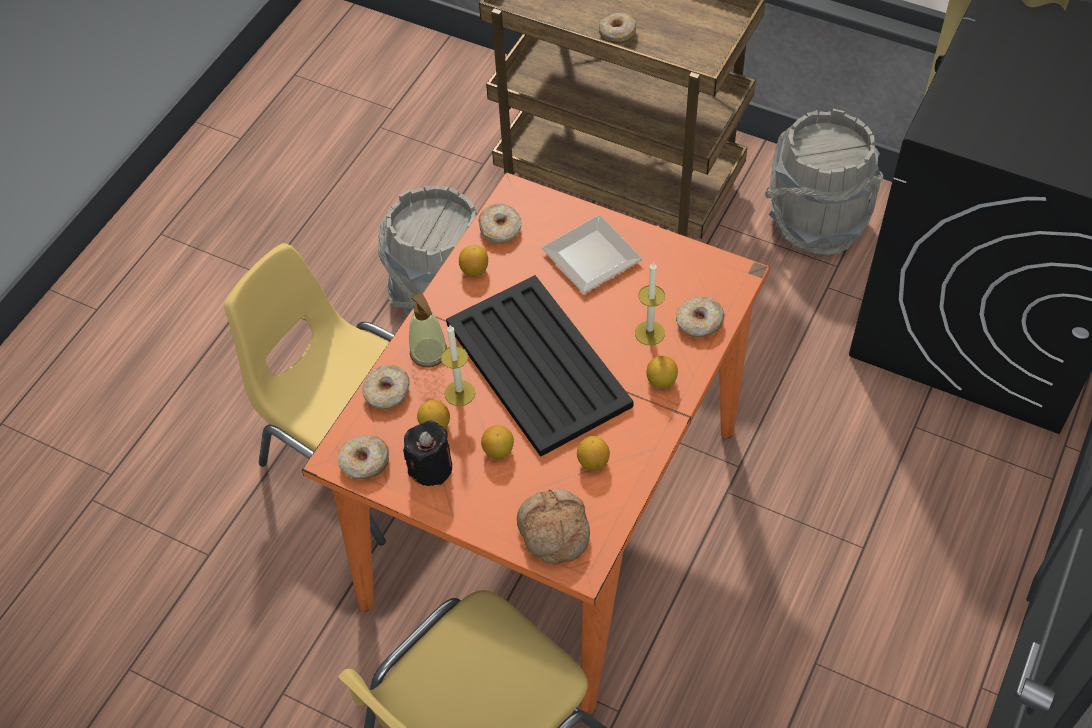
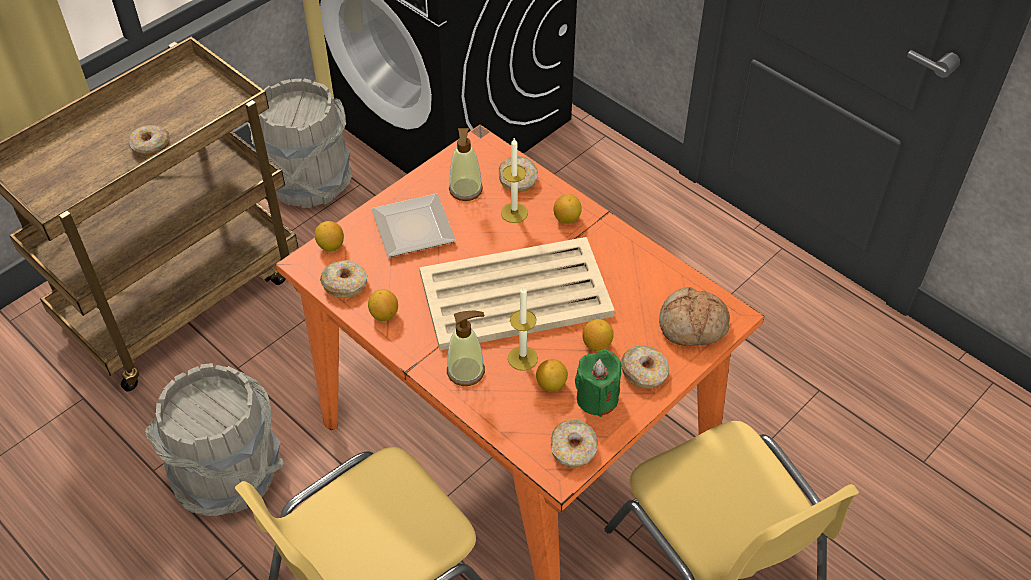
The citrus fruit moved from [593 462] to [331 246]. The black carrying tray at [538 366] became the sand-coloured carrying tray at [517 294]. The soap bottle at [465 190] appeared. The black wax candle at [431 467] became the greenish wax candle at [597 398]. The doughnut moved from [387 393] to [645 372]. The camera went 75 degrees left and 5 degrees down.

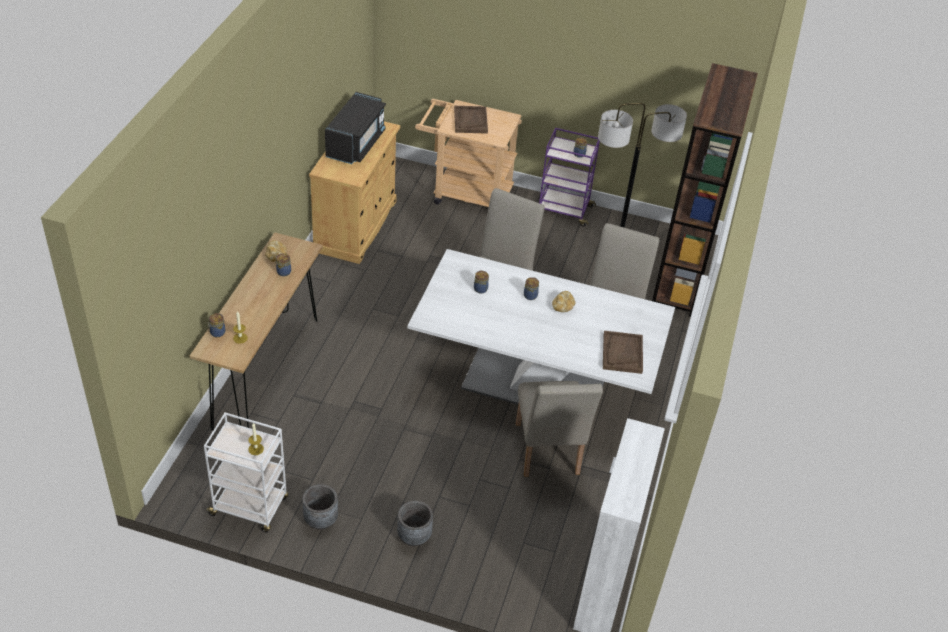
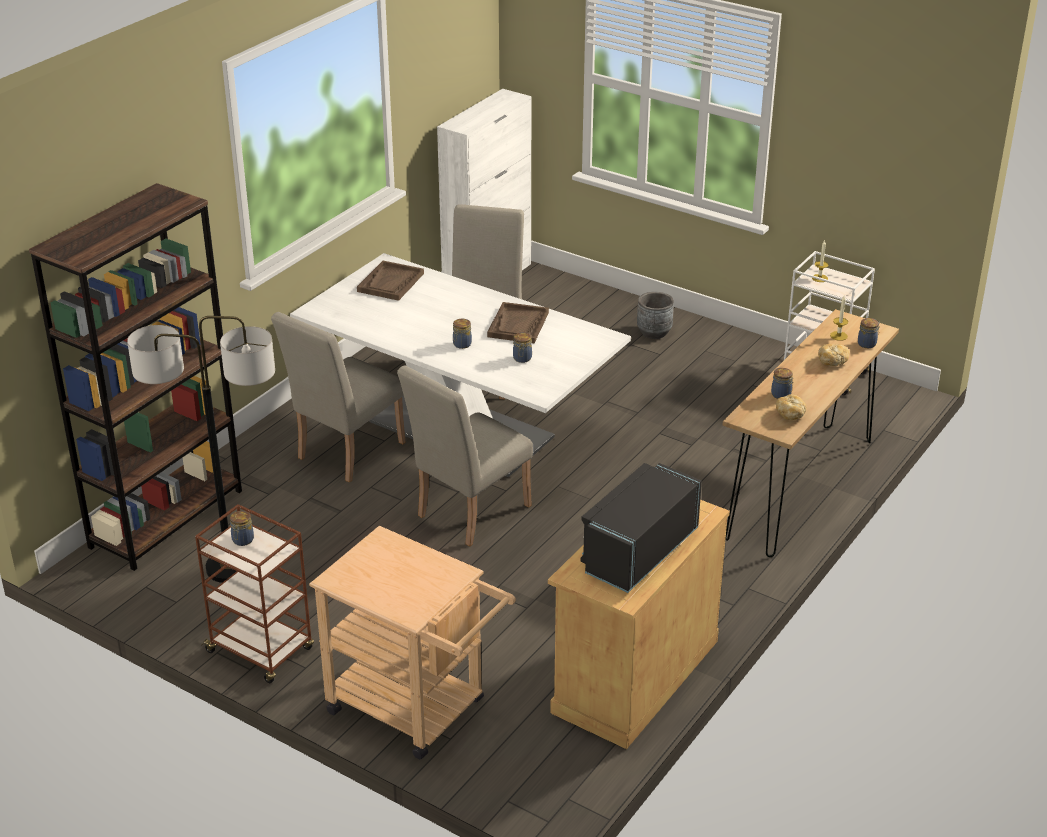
The purplish trolley at [563 210] became the brown trolley at [261 651]. The brown carrying tray moved from [470 121] to [518 325]. The baked bread moved from [562 307] to [832 361]. The greyish plant pot at [321 519] disappeared. The camera went 160 degrees left and 10 degrees down.

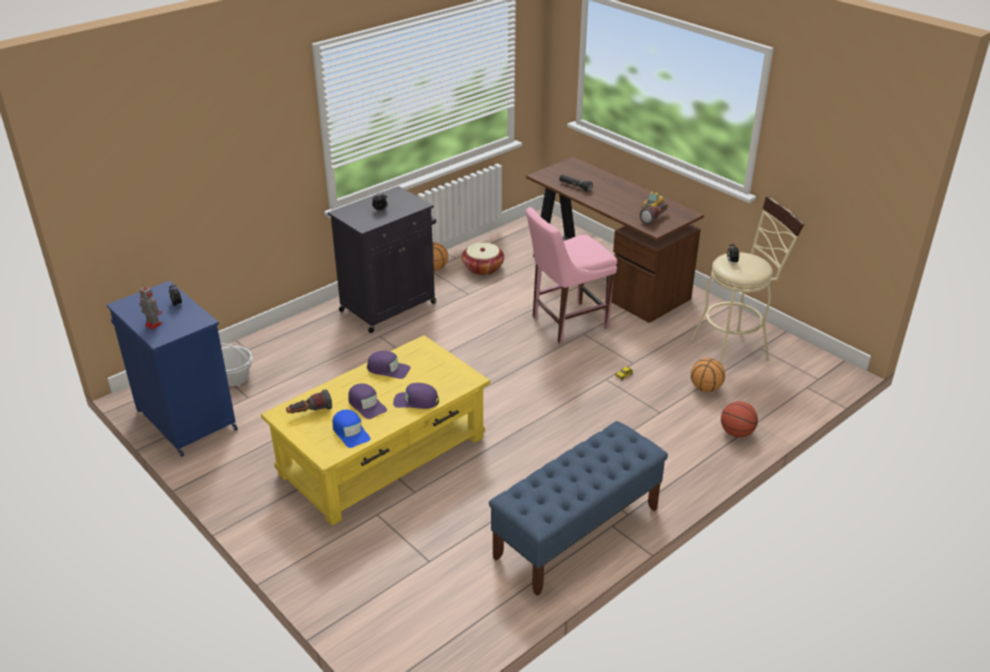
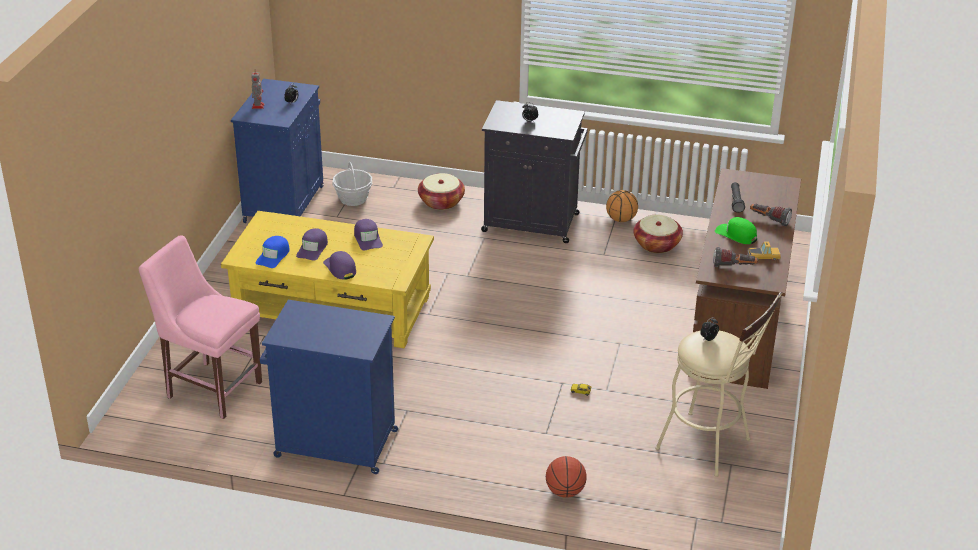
The pink-coloured plain chair moved from [566 323] to [211 388]. The blue indoor bench at [576 533] was replaced by the blue storage cabinet at [333 443]. The storage basket at [441 202] appeared. The greenish cap at [736 235] appeared. The flashlight moved from [310 412] to [769 220]. The basketball ball at [706 388] disappeared. The camera went 55 degrees right and 0 degrees up.

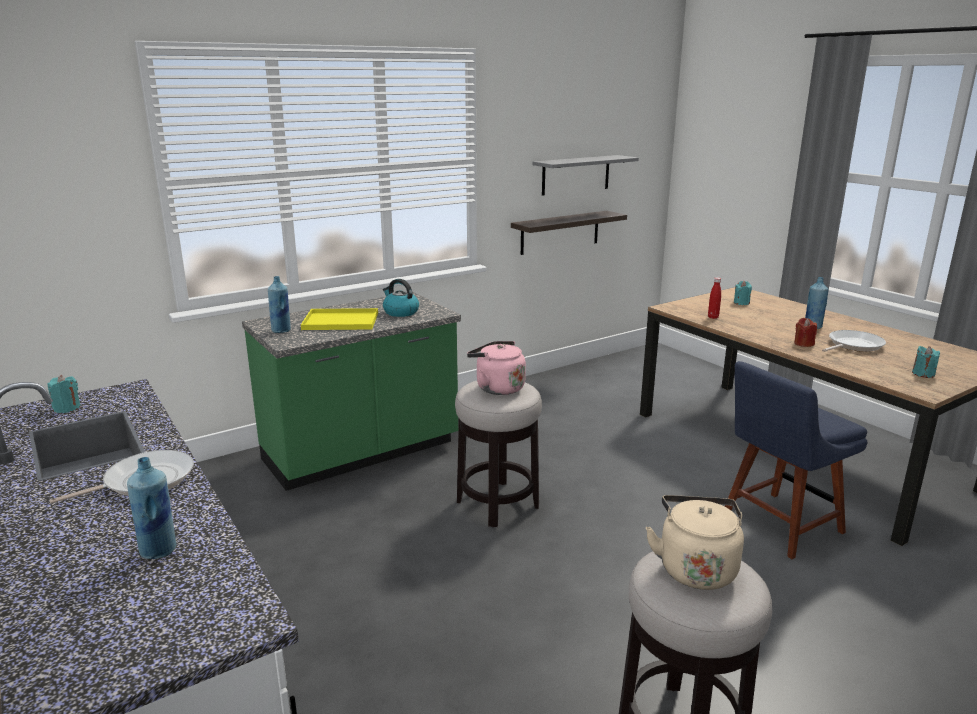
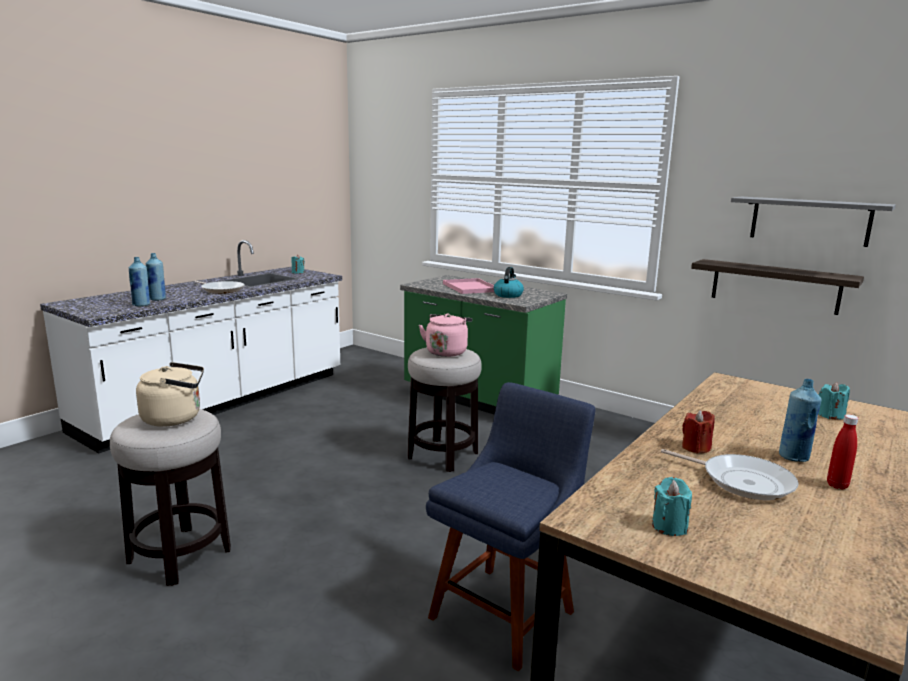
The blue bottle moved from [281 331] to [141 305]. The blue plain chair at [777 526] turned 90 degrees clockwise. The yellowish carrying tray at [342 321] became the pink-coloured carrying tray at [471 287]. The reddish bottle moved from [713 317] to [837 485]. The camera went 70 degrees right and 5 degrees down.

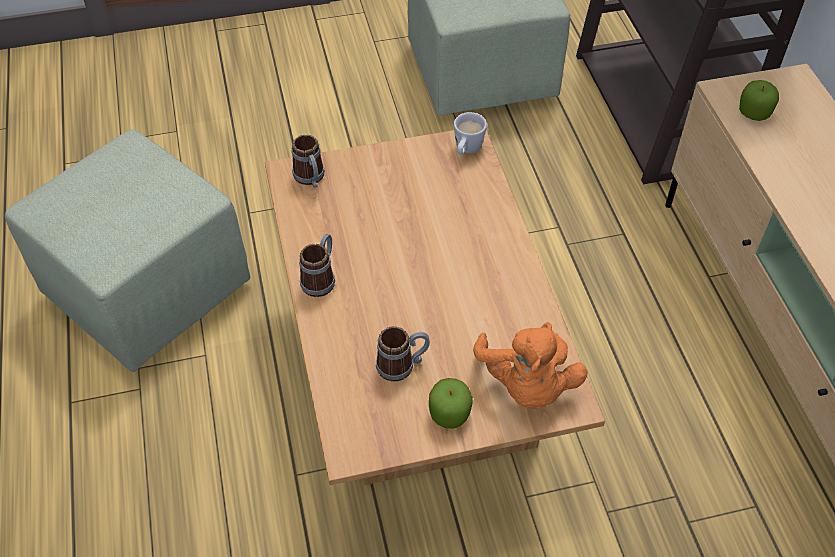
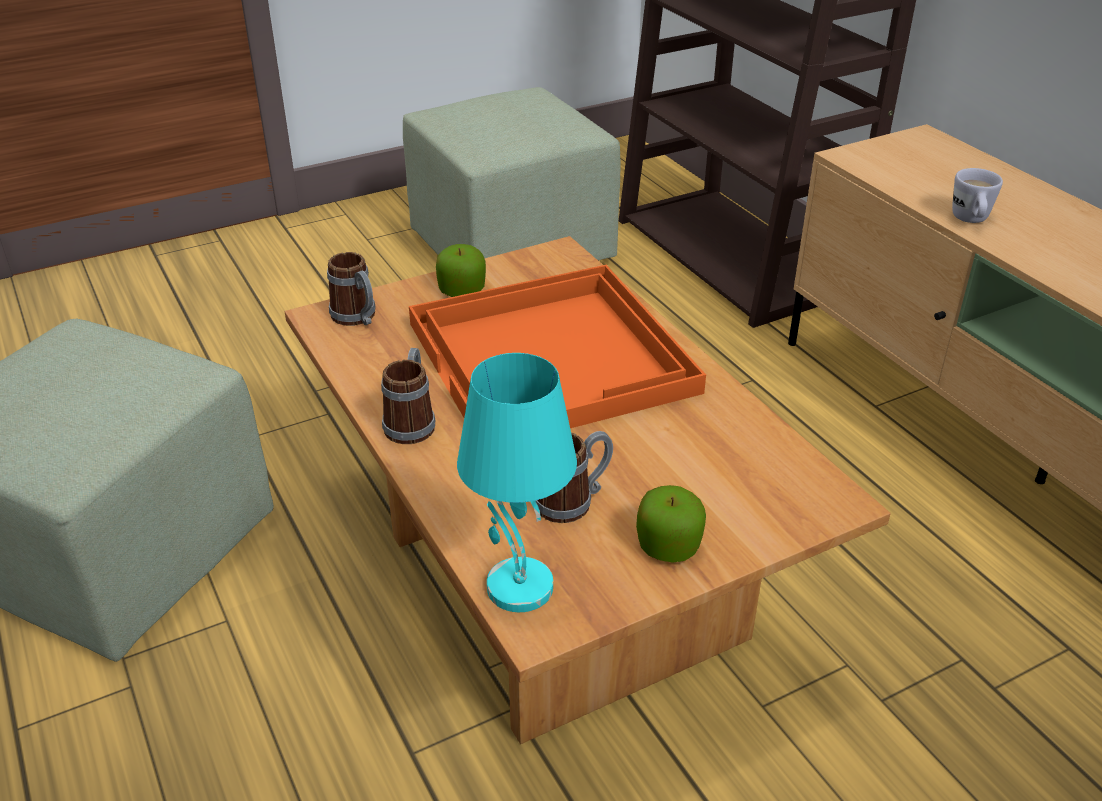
The orange-coloured carrying tray at [554 358] appeared. The apple fruit moved from [754 112] to [462 291]. The blue-green table lamp at [517 587] appeared. The whitish mug moved from [466 150] to [970 221]. The orange-coloured cuddly toy at [526 385] disappeared. The camera went 15 degrees left and 15 degrees down.

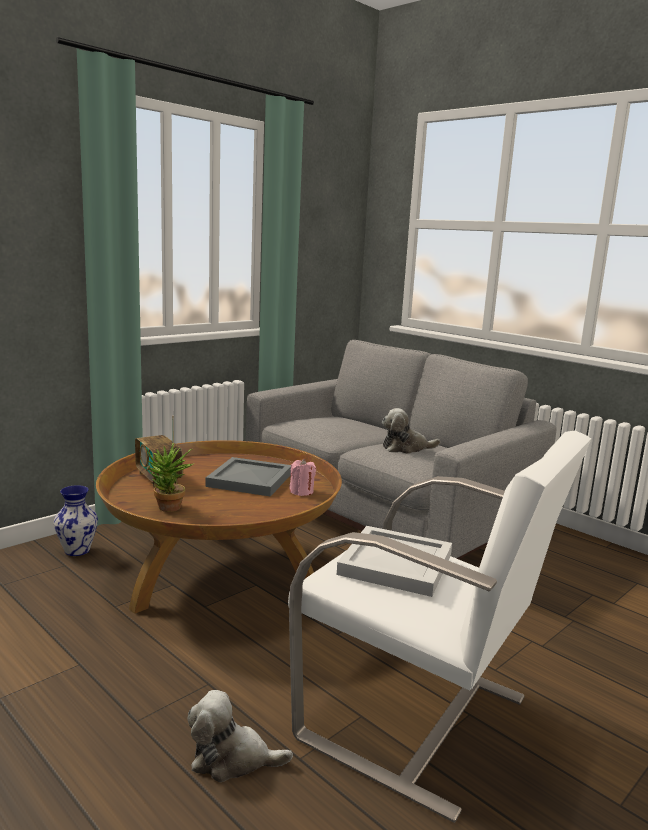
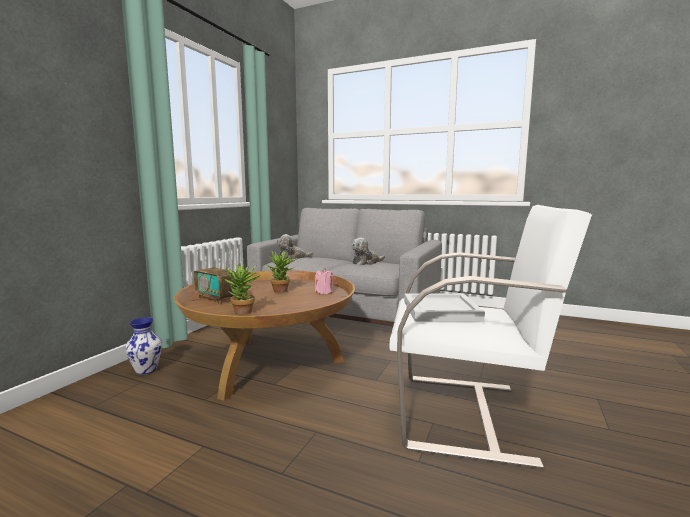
The greyish carrying tray at [248 480] was replaced by the houseplant at [282 291]. The cuddly toy moved from [232 759] to [293 258]. The camera went 20 degrees left and 5 degrees down.

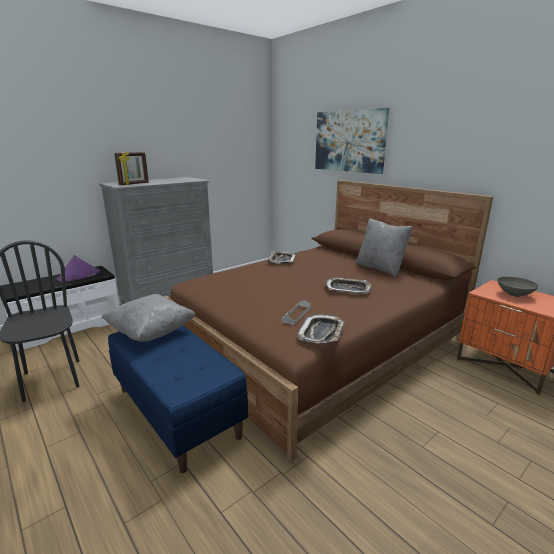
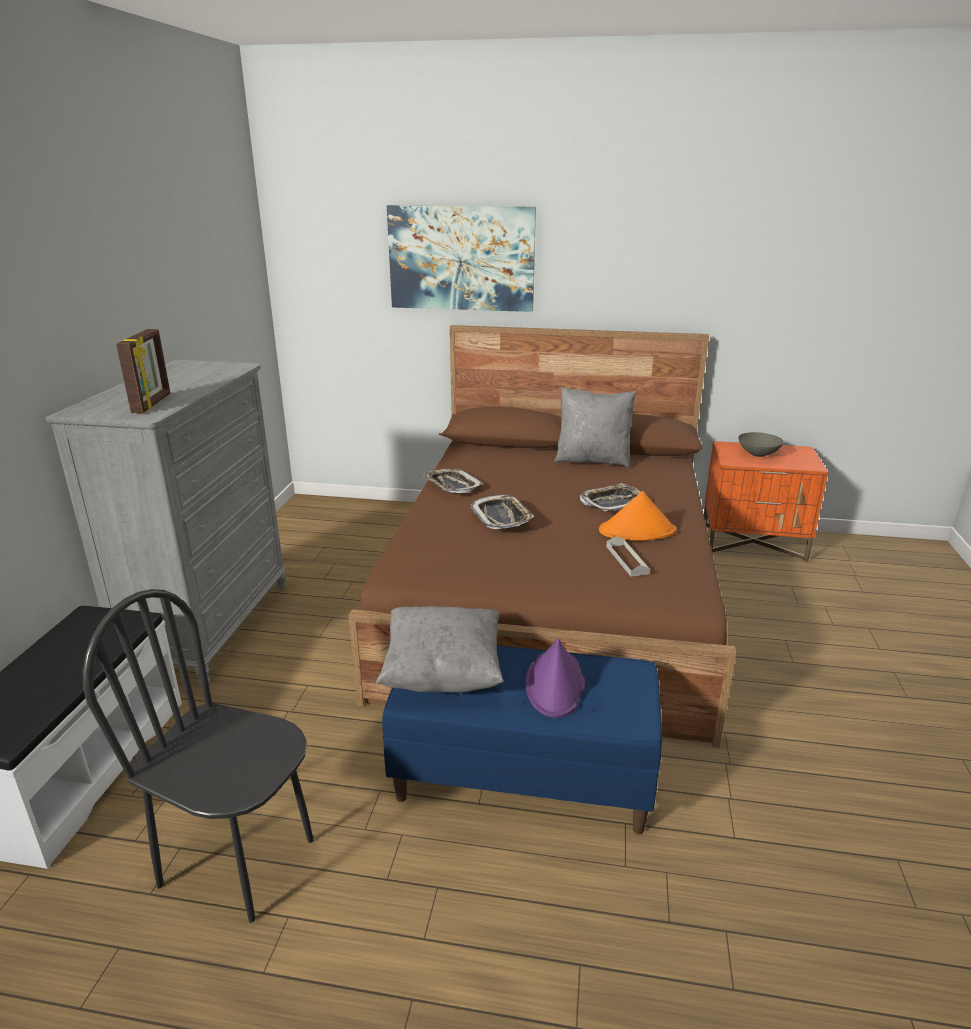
The carrying tray moved from [321 333] to [501 517]. The purplish clothing hat moved from [79 276] to [555 685]. The orange-coloured clothing hat at [637 531] appeared. The camera went 40 degrees left and 5 degrees up.

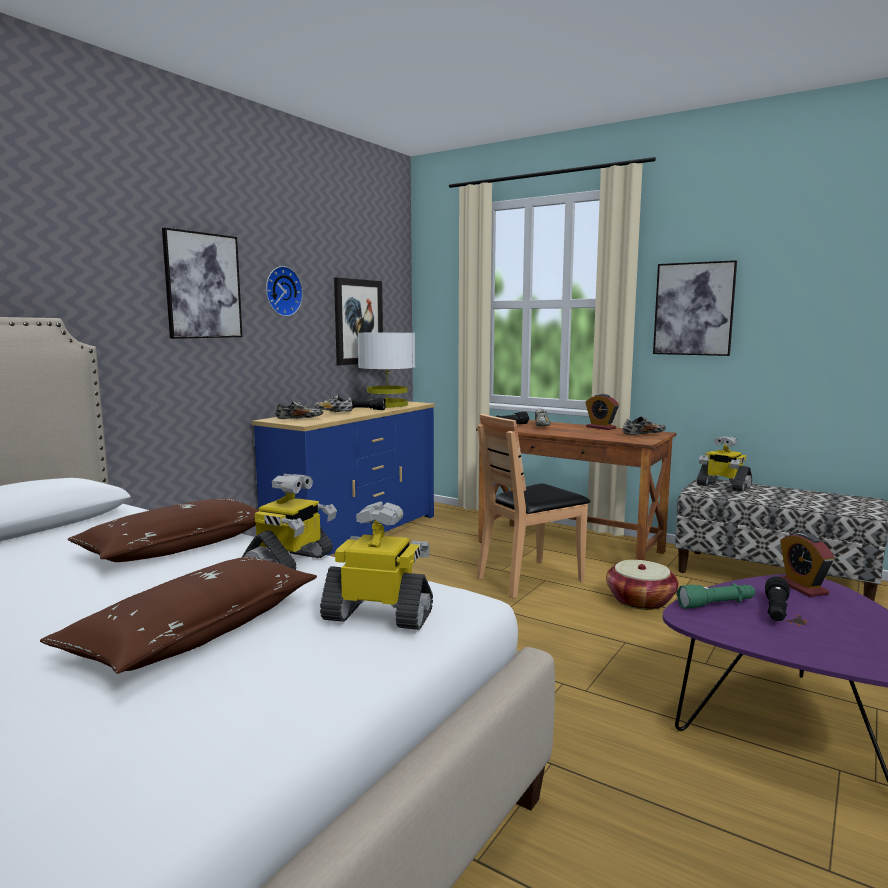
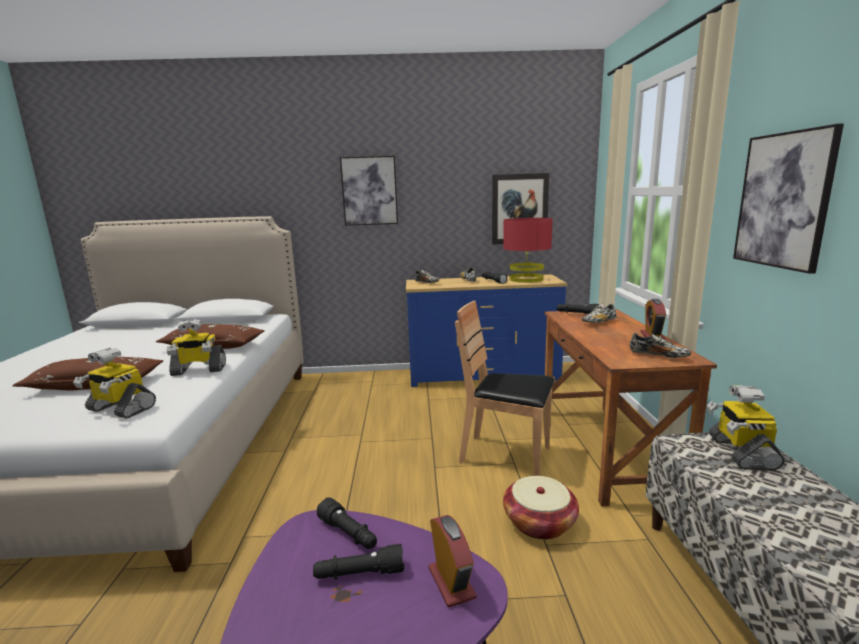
The model robot at [380 615] turned 135 degrees clockwise. The greenish flashlight at [716 604] became the black flashlight at [348 534]. The alarm clock at [802 587] turned 120 degrees clockwise. The whitish table lamp at [387 405] became the reddish table lamp at [526 279]. The clock on the wall at [281 291] disappeared. The camera went 55 degrees right and 5 degrees up.

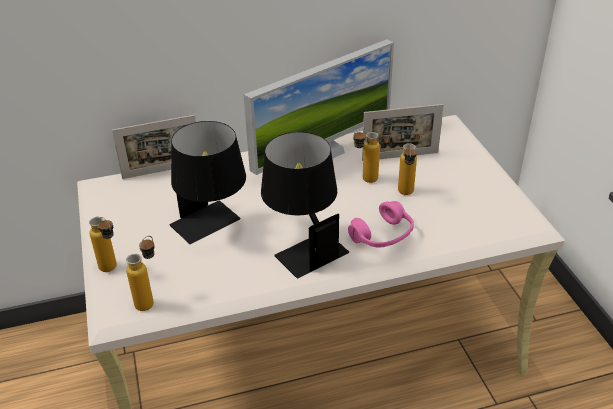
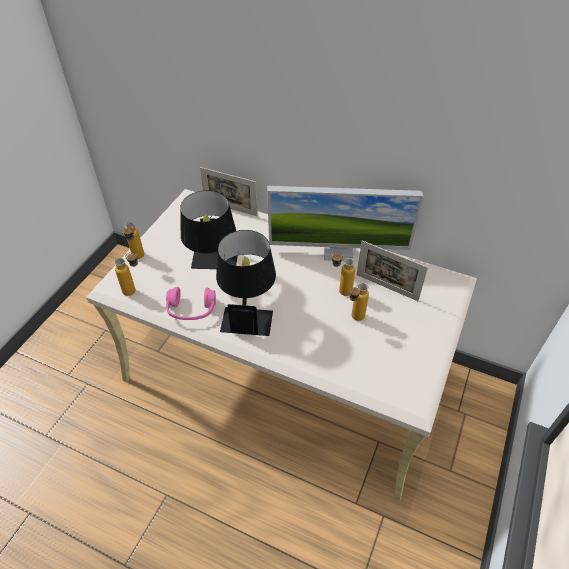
The pink-coloured headphones moved from [382 236] to [191 310]. The camera went 40 degrees right and 10 degrees up.

